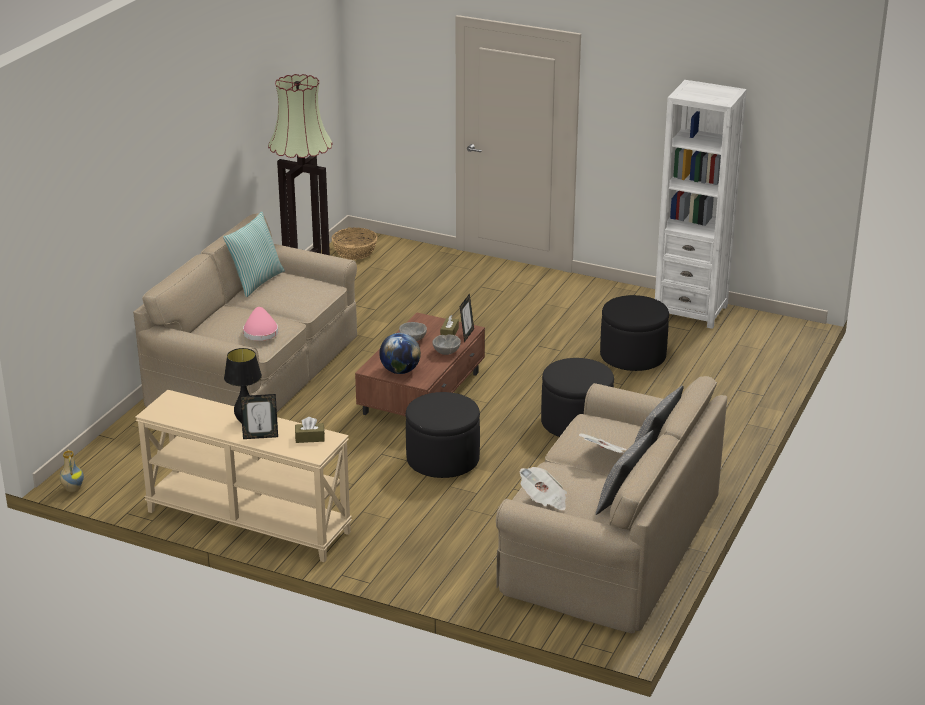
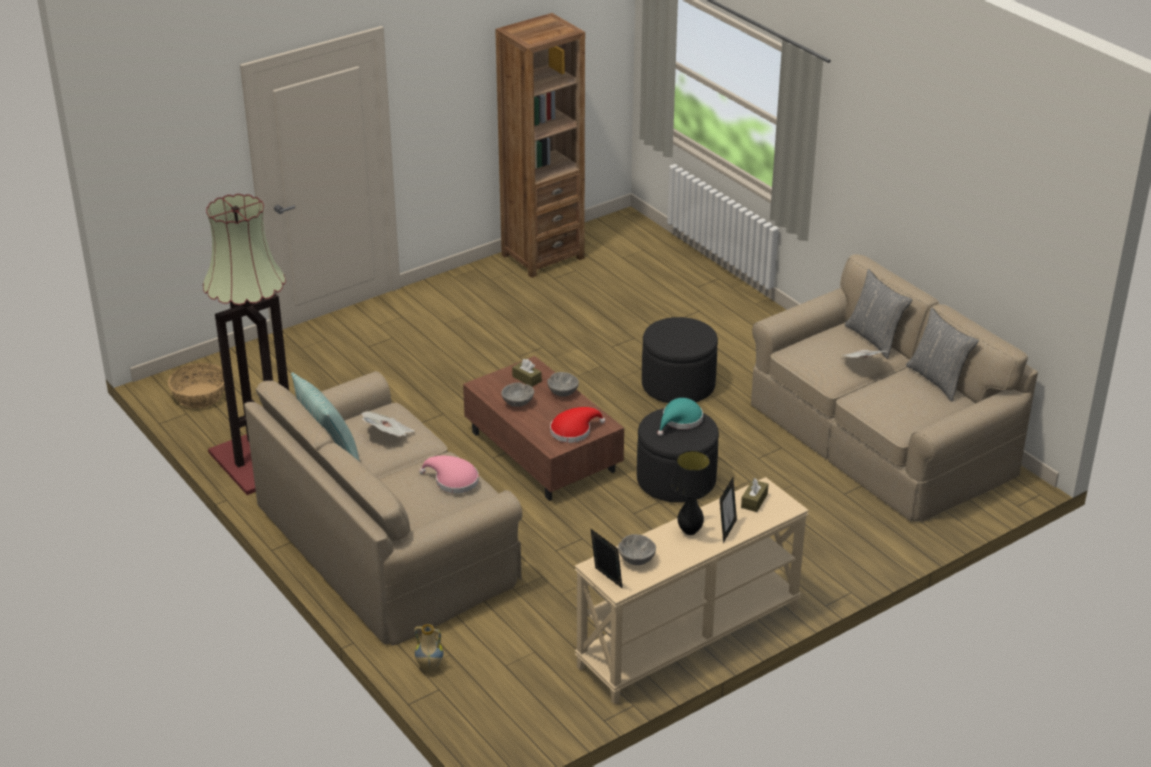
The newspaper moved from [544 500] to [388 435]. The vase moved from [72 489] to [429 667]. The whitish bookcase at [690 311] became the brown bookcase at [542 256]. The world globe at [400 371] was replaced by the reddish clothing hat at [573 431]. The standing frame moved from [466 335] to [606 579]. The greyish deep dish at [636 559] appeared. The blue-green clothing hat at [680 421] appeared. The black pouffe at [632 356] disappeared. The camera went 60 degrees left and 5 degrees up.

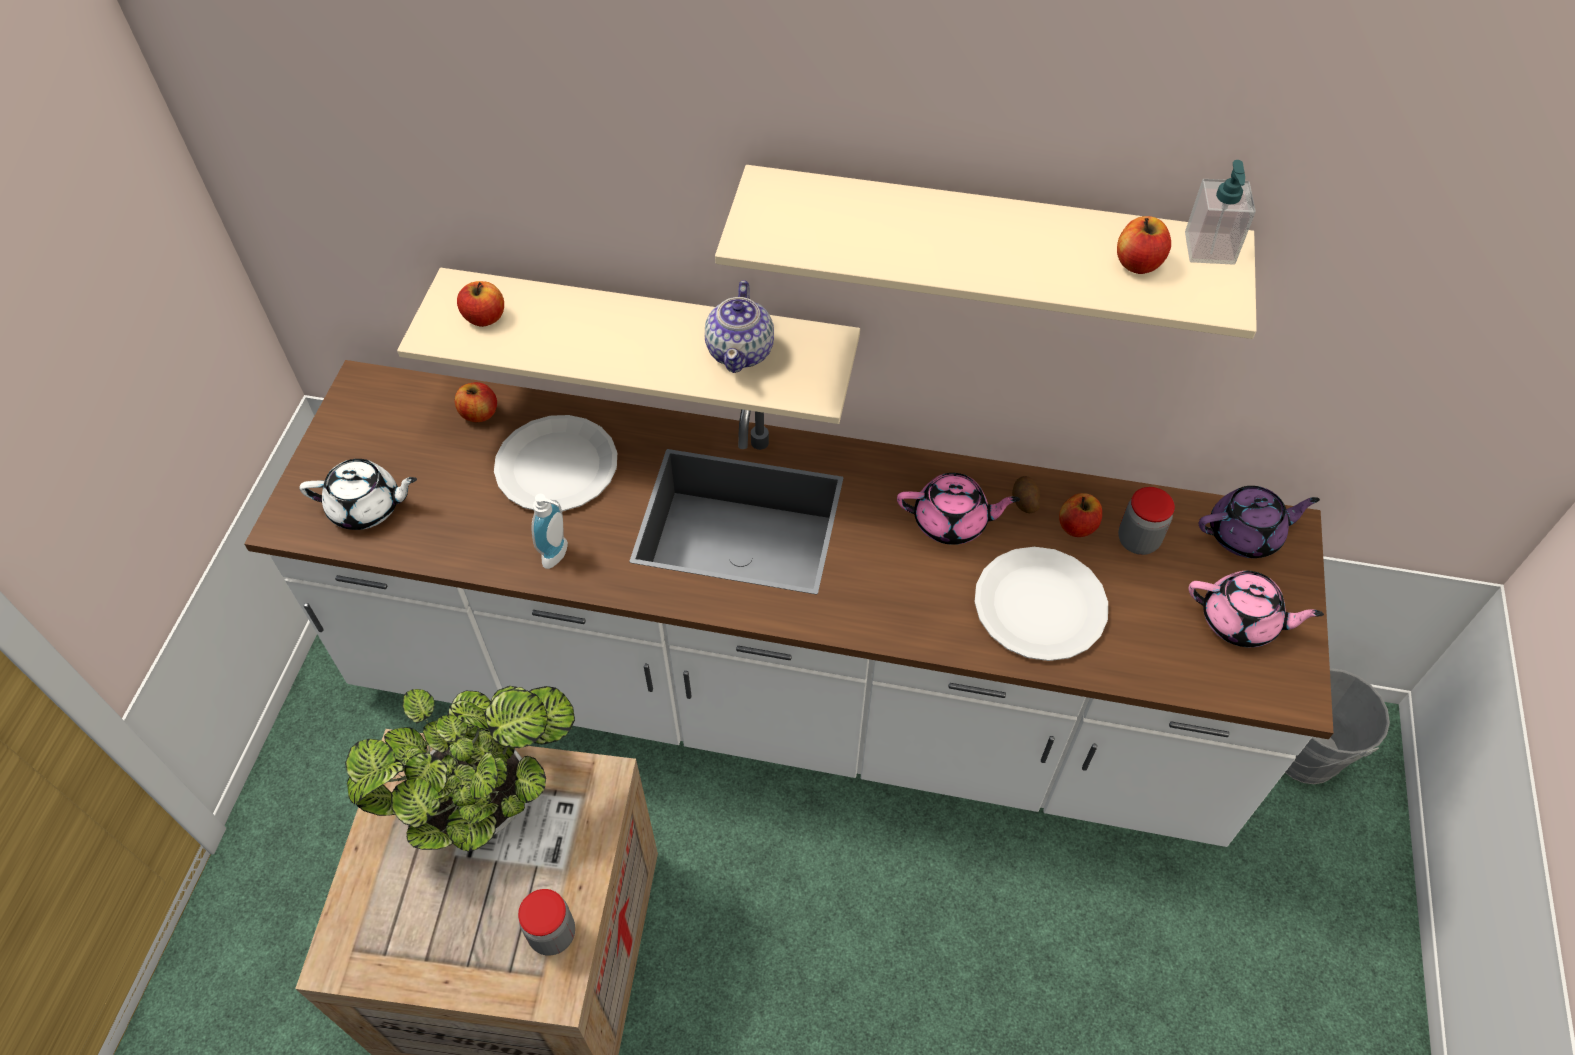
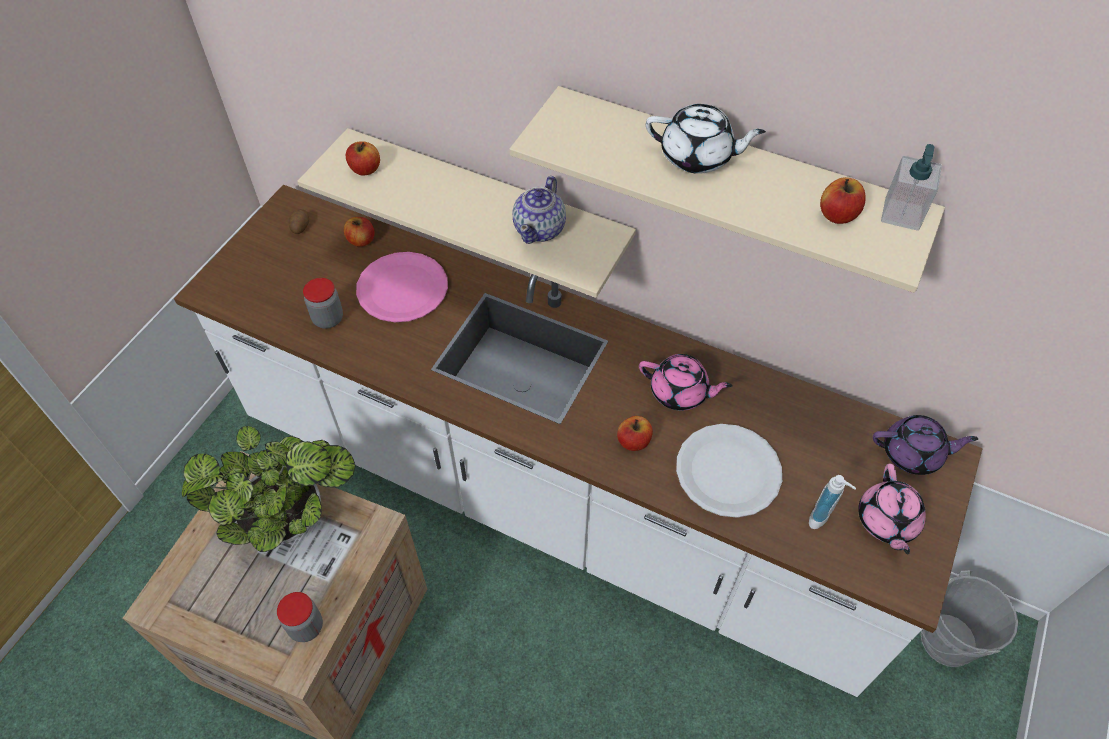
The potato moved from [1024 501] to [300 227]. The jar moved from [1138 540] to [328 319]. The whitish flat dish at [557 466] became the pink-coloured flat dish at [403 289]. The apple fruit moved from [1077 526] to [634 441]. The whitish pot for tea moved from [367 507] to [697 157]. The soap bottle moved from [559 555] to [822 519]. The pink-coloured pot for tea at [1240 621] turned 60 degrees clockwise. The camera went 15 degrees right and 0 degrees up.

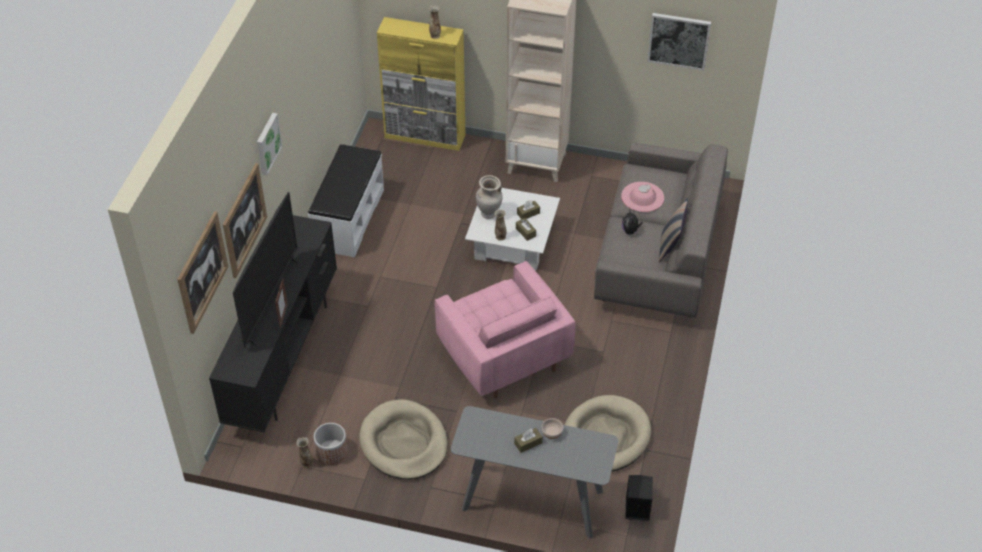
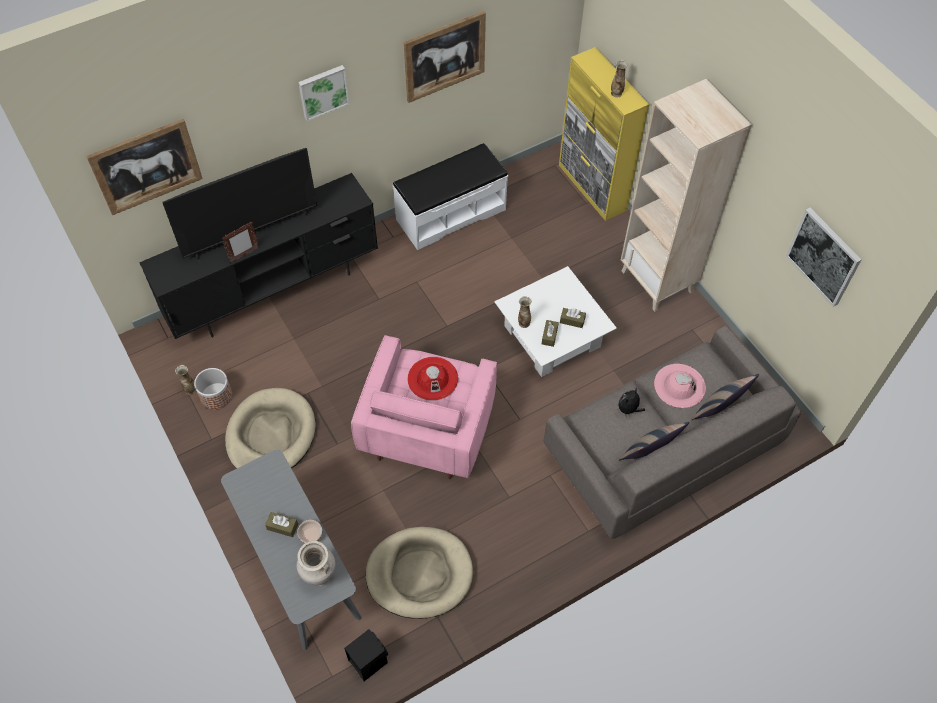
The sand-coloured vase moved from [488 214] to [319 577]. The picture moved from [244 220] to [444 56]. The reddish clothing hat at [433 378] appeared. The pillow at [718 410] appeared. The camera went 45 degrees right and 10 degrees up.

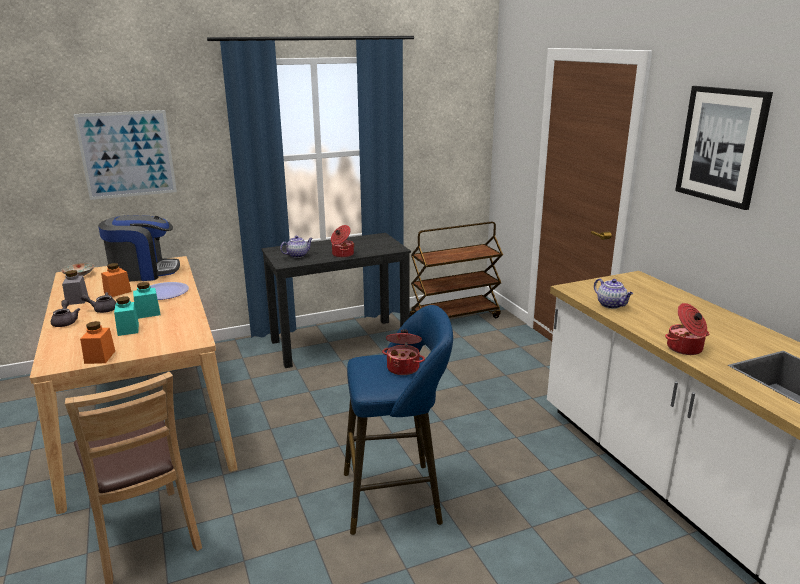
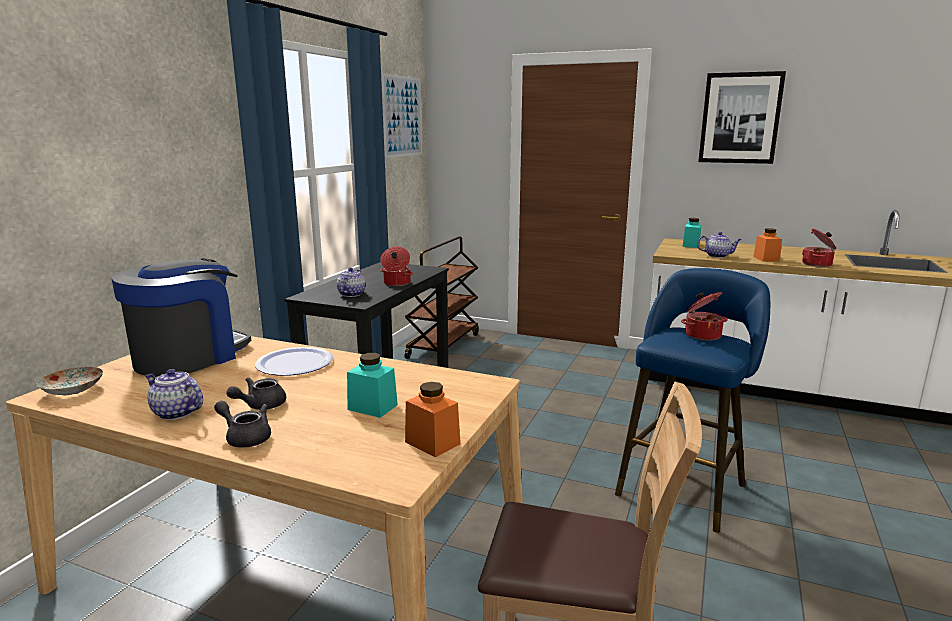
The greyish jar at [77 300] was replaced by the pot for tea at [175 412]. The picture moved from [127 154] to [402 116]. The blue-green jar moved from [148 313] to [691 245]. The orange-coloured jar moved from [117 292] to [766 259]. The camera went 45 degrees left and 5 degrees down.

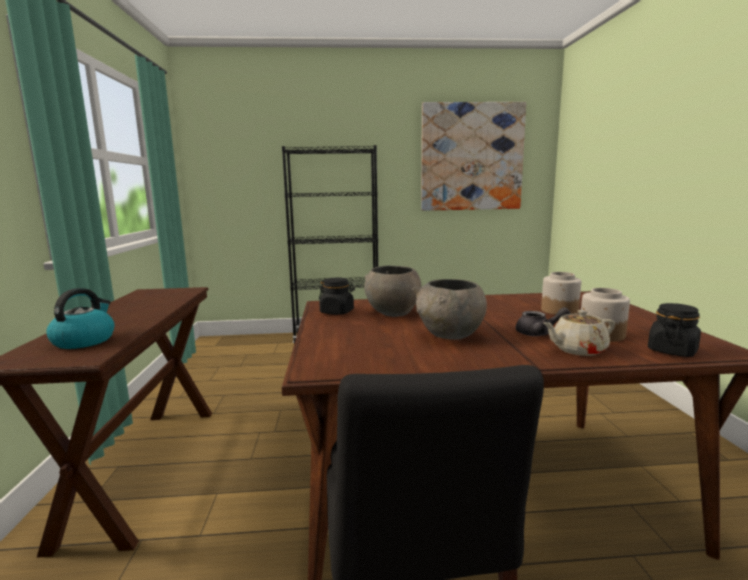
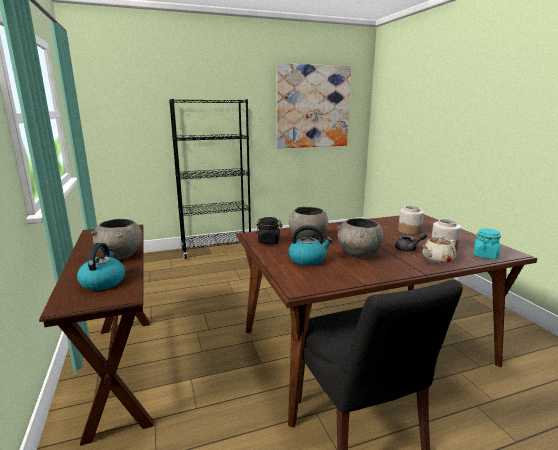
The greyish deep dish at [120 256] appeared. The tea kettle at [308 259] appeared. The black jar at [672 351] became the blue-green jar at [485 255]. The camera went 15 degrees left and 5 degrees up.

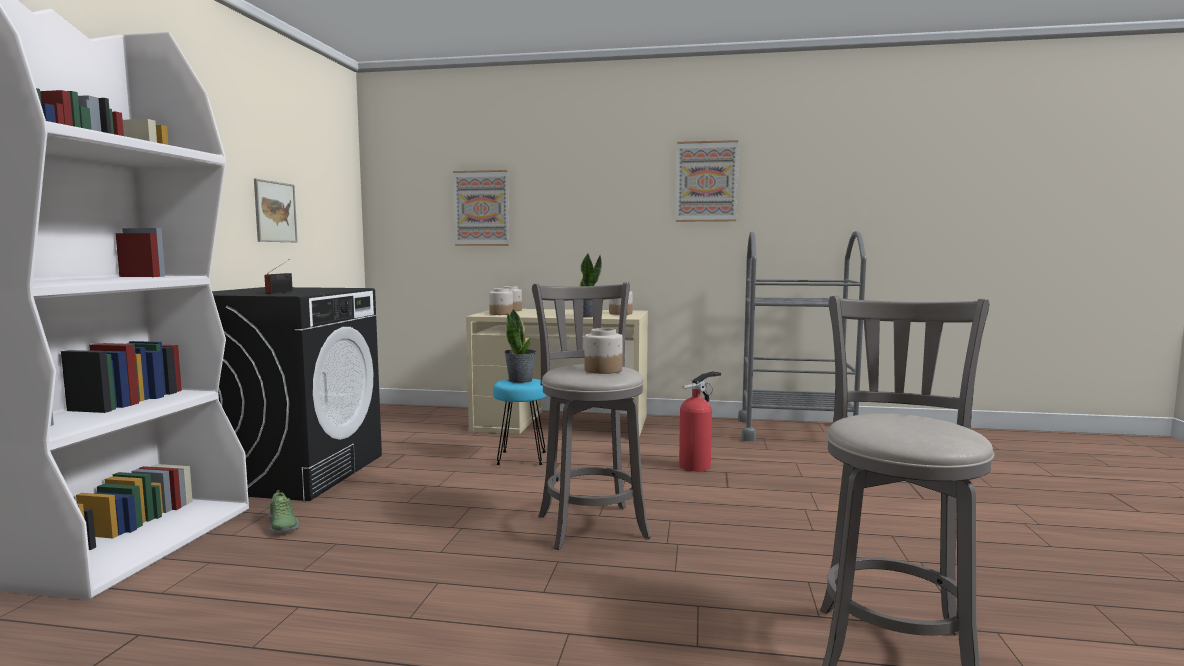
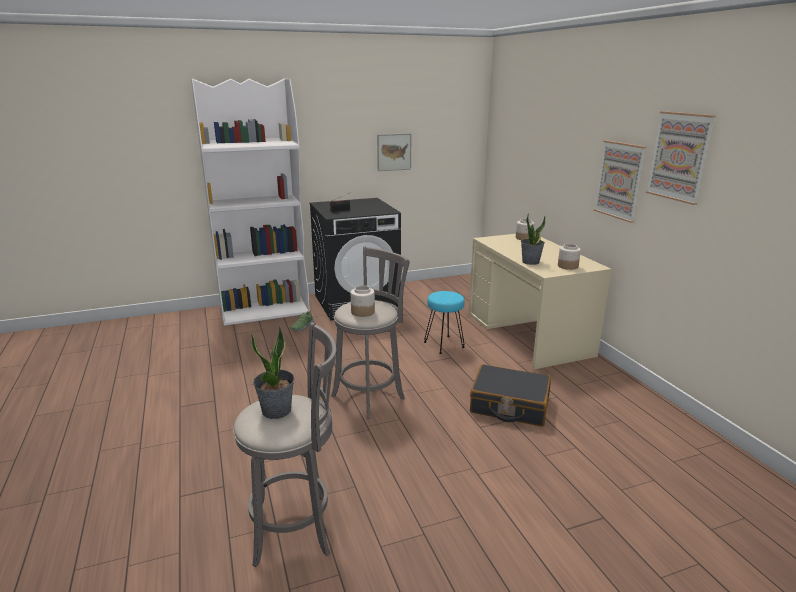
The houseplant moved from [520 380] to [277 410]. The fire extinguisher at [697 465] was replaced by the black piece of luggage at [509 405]. The picture moved from [481 208] to [619 180]. The jar at [501 314] disappeared. The greyish trolley at [795 432] disappeared. The camera went 60 degrees right and 15 degrees up.

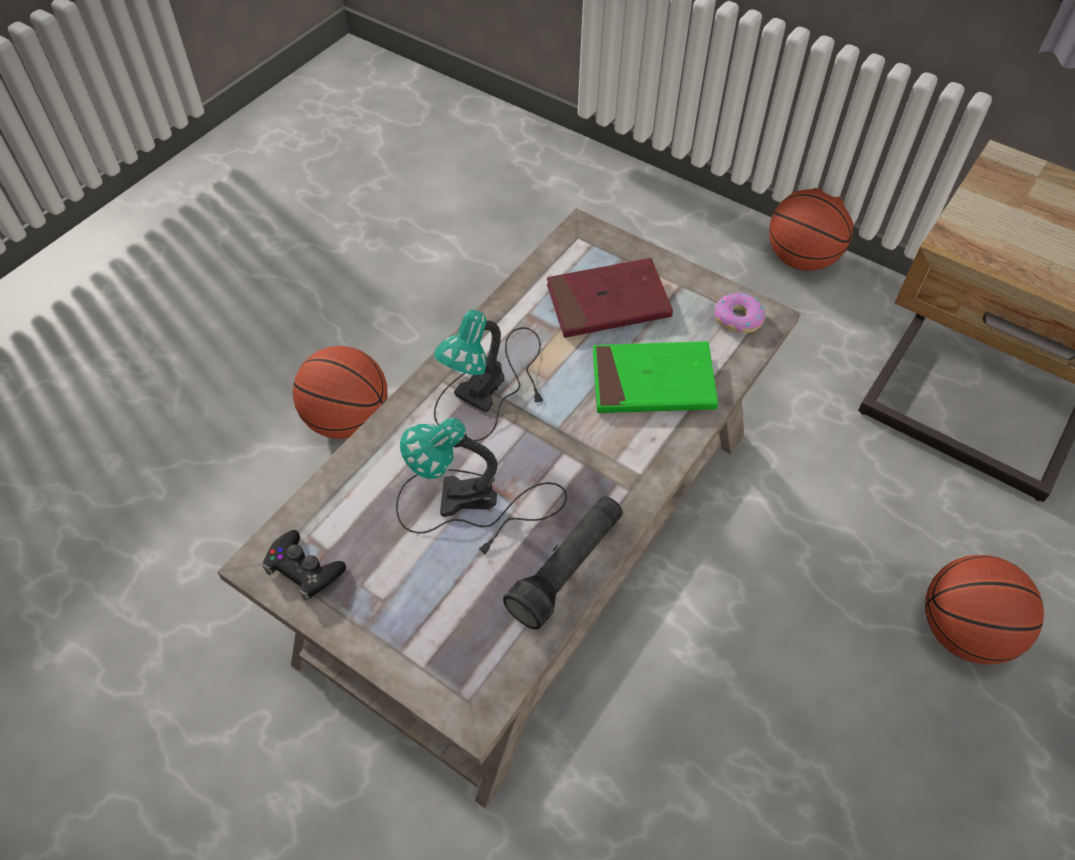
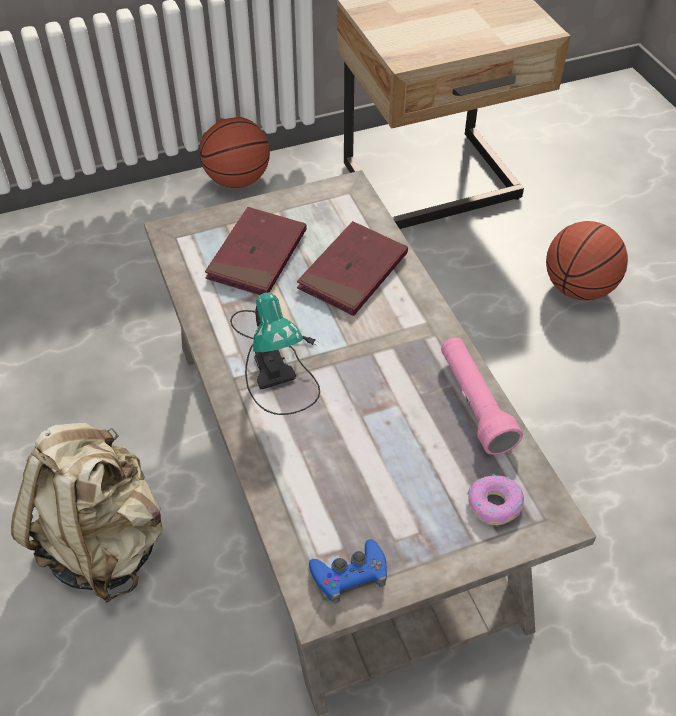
The basketball ball at [347 420] was replaced by the sand-coloured rucksack at [104 543]. The greenish book at [652 382] became the reddish book at [353 272]. The black game controller at [304 569] became the blue game controller at [349 574]. The black flashlight at [567 568] became the pink-coloured flashlight at [474 403]. The doughnut moved from [738 318] to [494 504]. The table lamp at [474 505] disappeared. The camera went 55 degrees left and 5 degrees down.

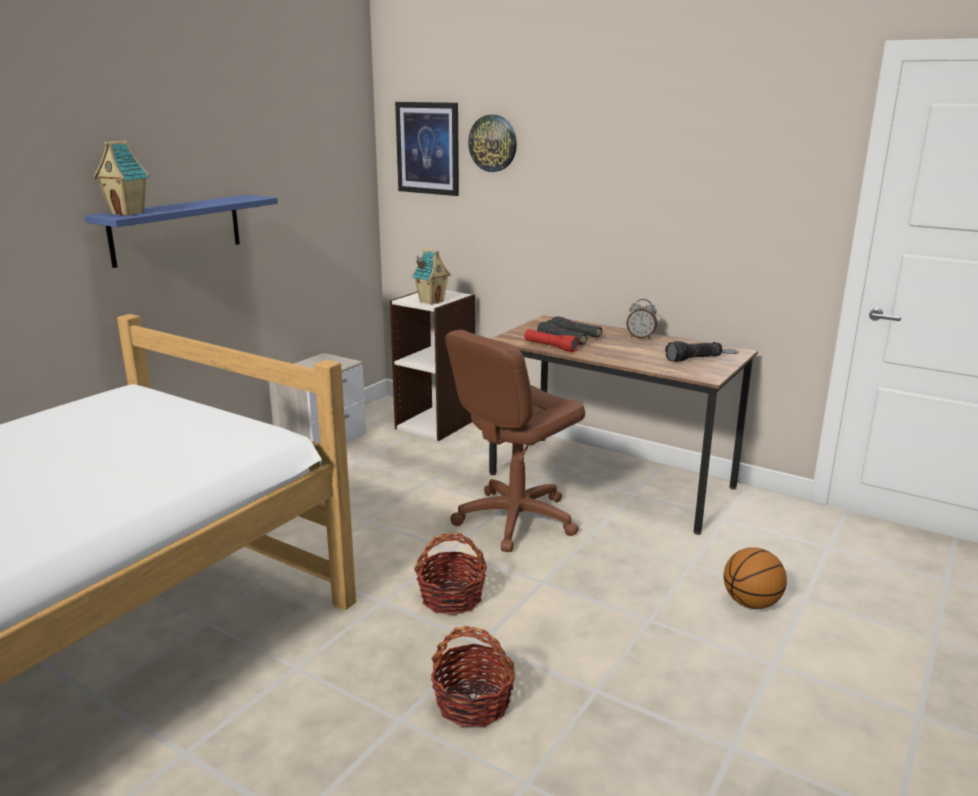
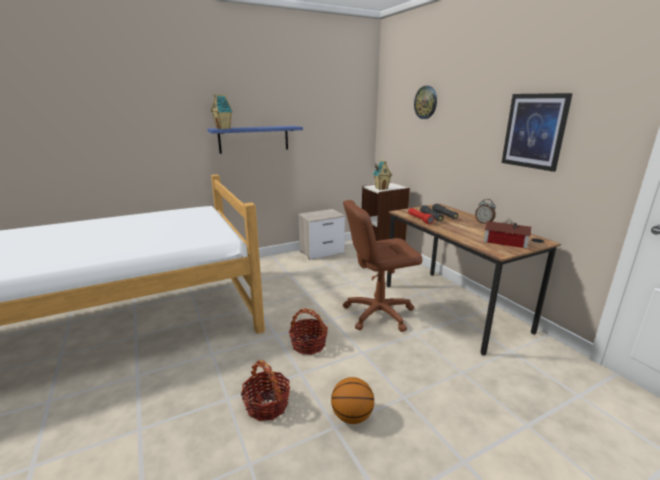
The basketball ball moved from [750 603] to [351 416]. The flashlight at [693 359] was replaced by the miniature house at [504 241]. The picture moved from [428 148] to [534 131]. The camera went 30 degrees right and 0 degrees up.

